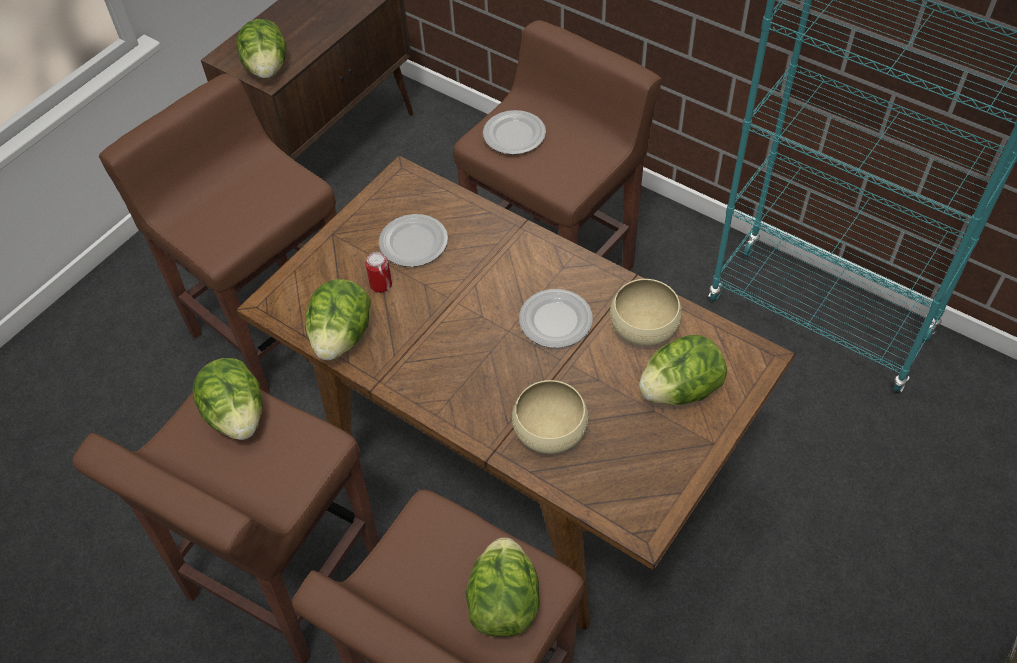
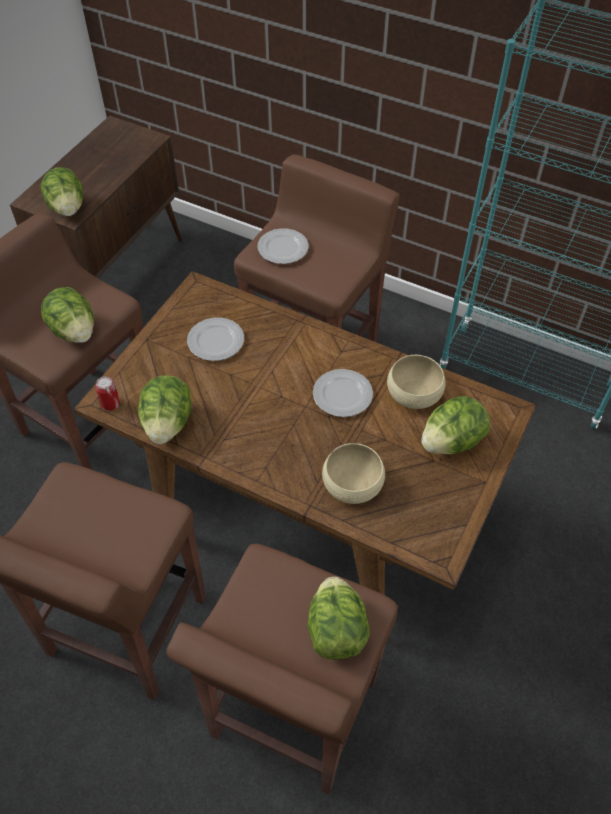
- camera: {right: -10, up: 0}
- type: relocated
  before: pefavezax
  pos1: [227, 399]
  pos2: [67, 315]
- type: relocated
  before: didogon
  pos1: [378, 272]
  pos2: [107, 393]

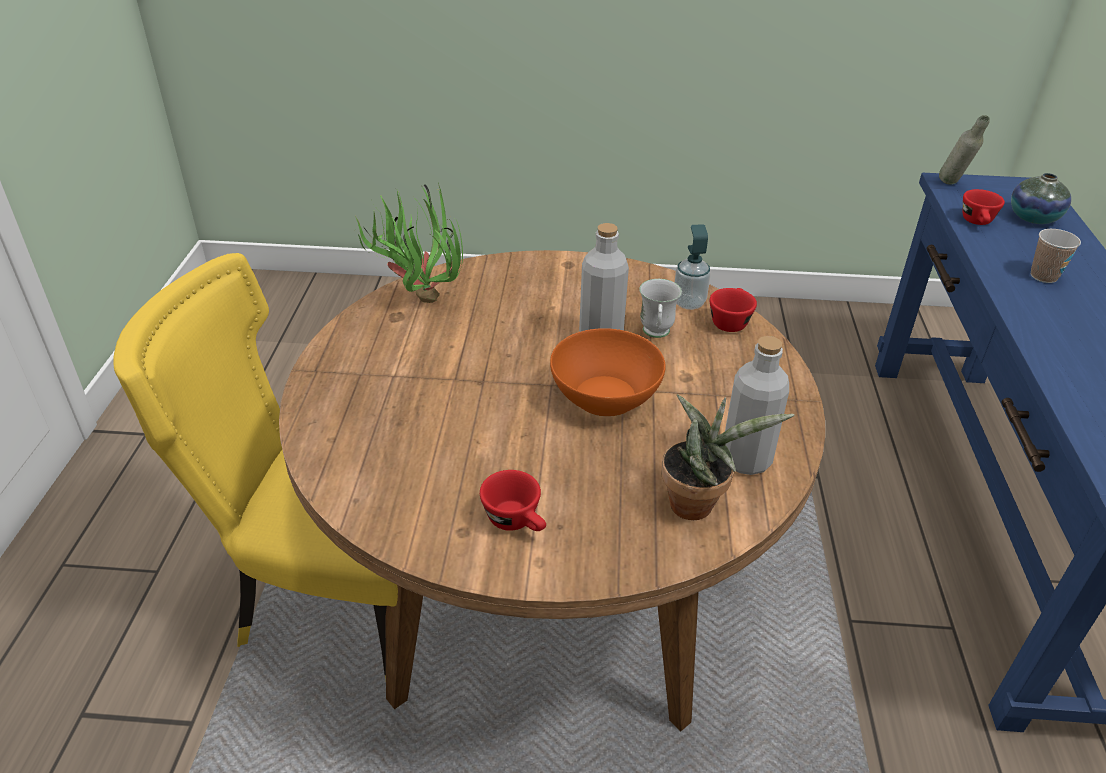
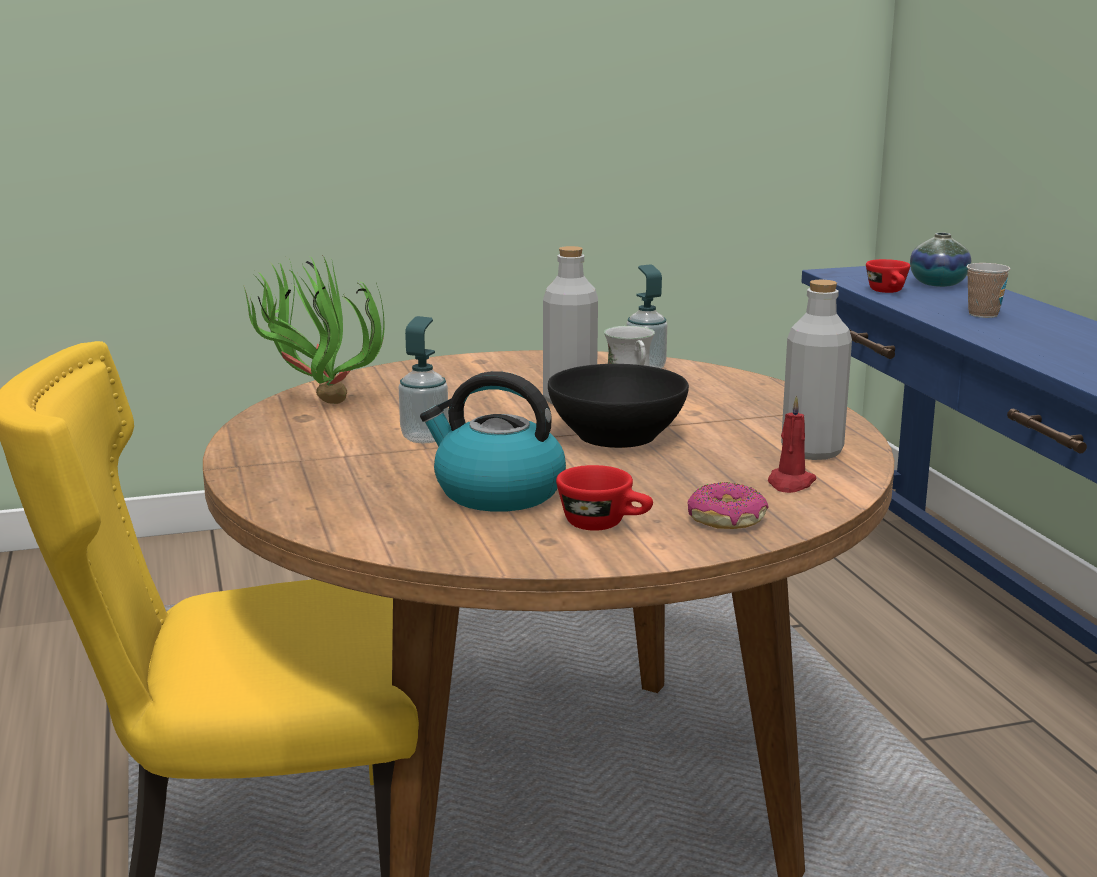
- camera: {right: -20, up: -20}
- type: colour
  before: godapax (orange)
  after: godapax (black)
  pos1: [608, 372]
  pos2: [618, 406]
- type: exchanged
  before: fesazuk
  after: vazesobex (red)
  pos1: [727, 457]
  pos2: [792, 444]
- type: missing
  before: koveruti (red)
  pos1: [733, 310]
- type: missing
  before: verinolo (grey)
  pos1: [964, 150]
- type: appeared
  after: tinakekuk
  pos2: [424, 379]
- type: appeared
  after: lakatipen
  pos2: [493, 441]
- type: appeared
  after: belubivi
  pos2: [728, 505]

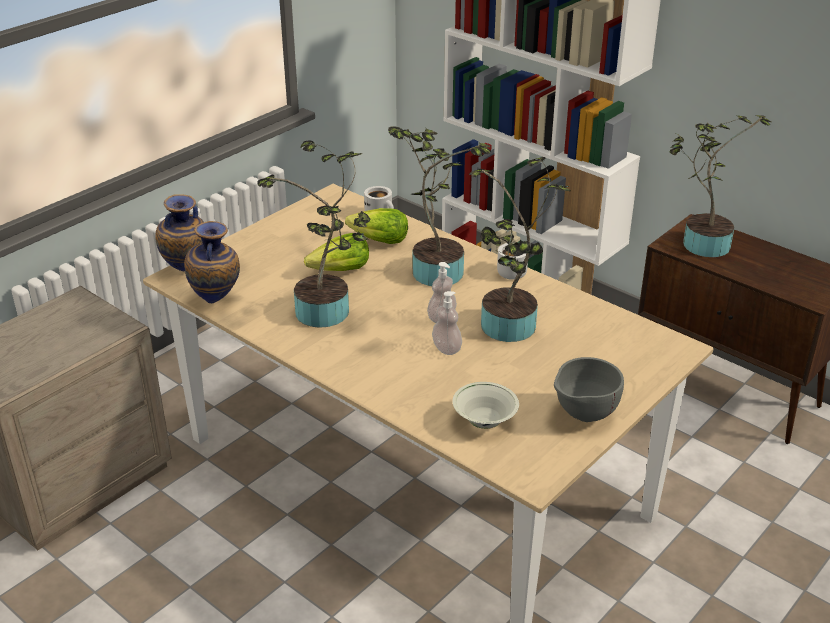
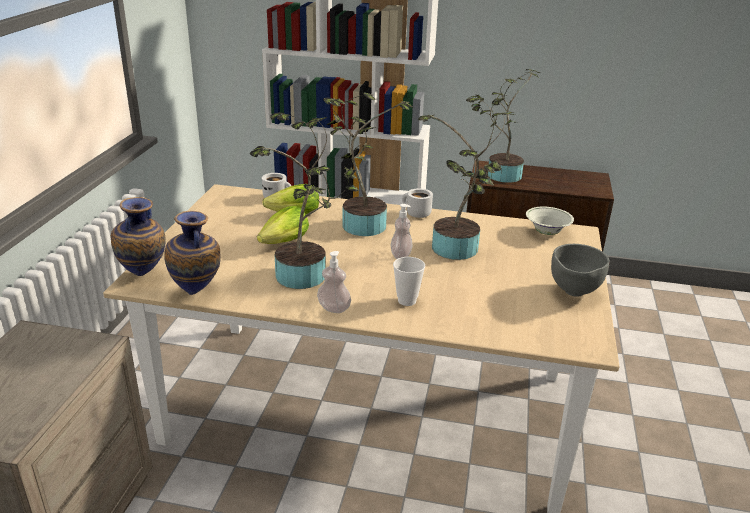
- camera: {right: -30, up: -5}
- type: relocated
  before: tinakekuk
  pos1: [447, 323]
  pos2: [334, 282]
- type: relocated
  before: godapax (white)
  pos1: [485, 405]
  pos2: [550, 221]
- type: appeared
  after: koveruti
  pos2: [409, 281]

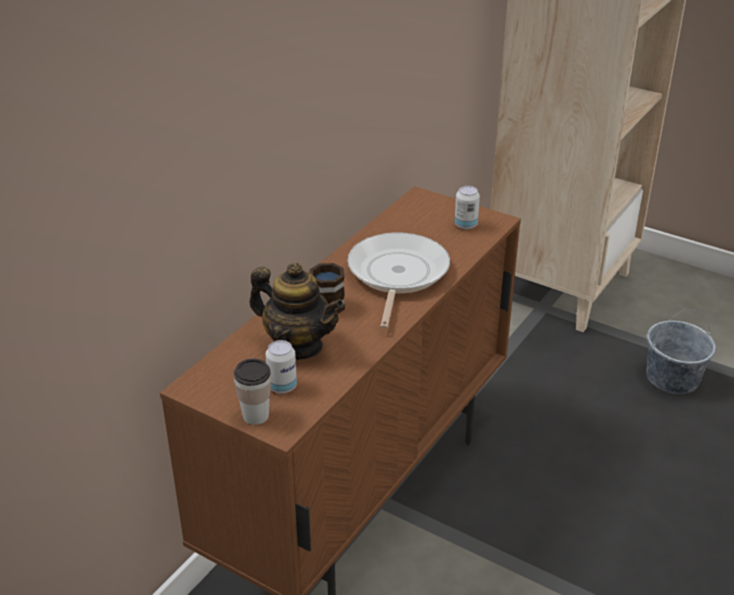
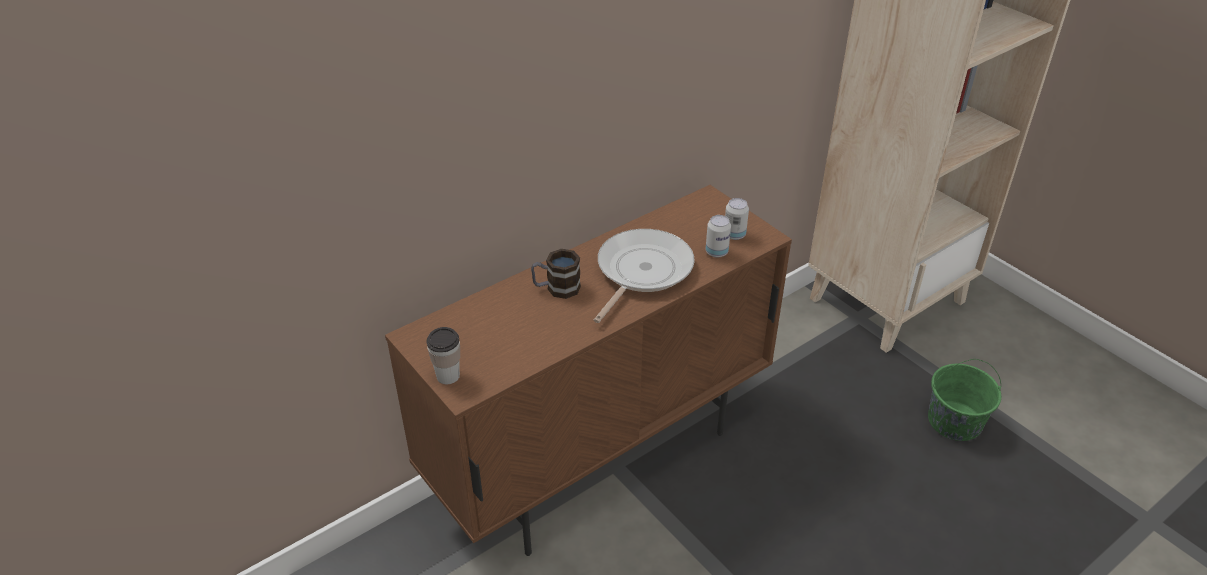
- camera: {right: 20, up: 5}
- type: missing
  before: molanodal
  pos1: [296, 311]
- type: relocated
  before: didogon
  pos1: [281, 367]
  pos2: [718, 236]
- type: colour
  before: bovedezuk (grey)
  after: bovedezuk (green)
  pos1: [681, 351]
  pos2: [964, 400]

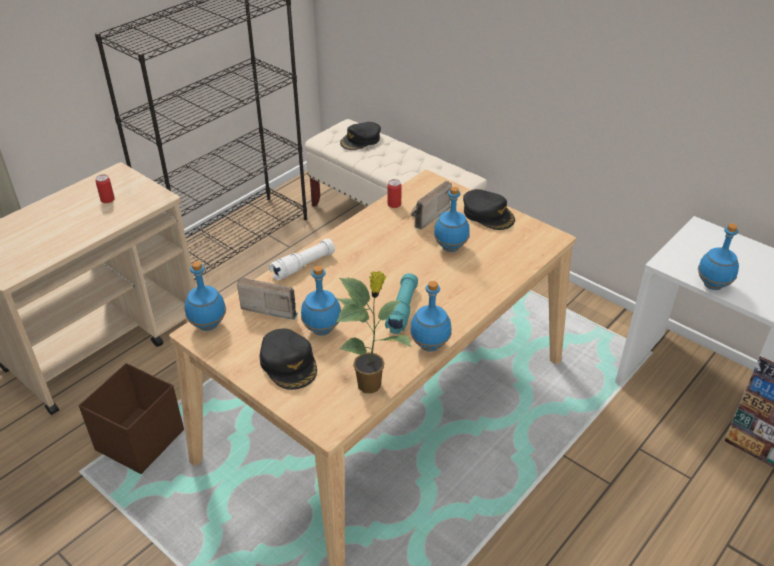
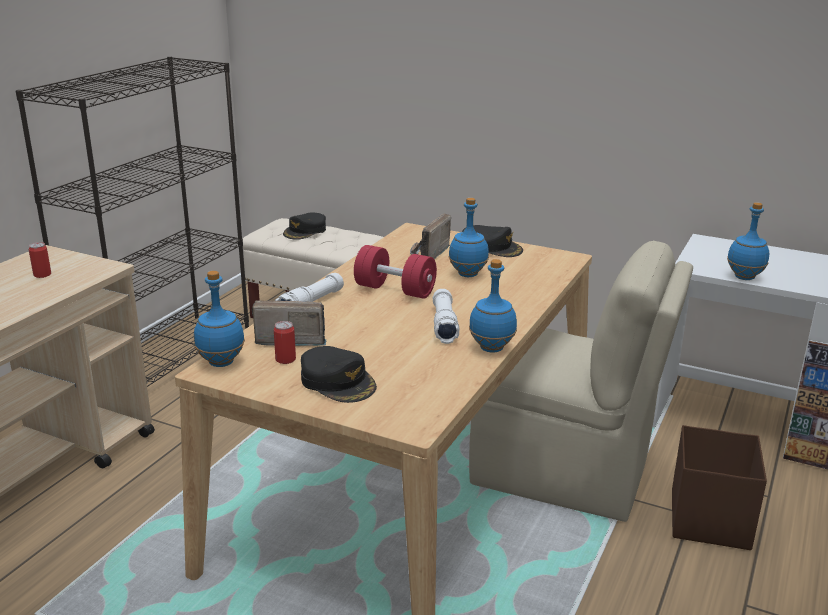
- camera: {right: -15, up: -15}
- type: relocated
  before: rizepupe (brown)
  pos1: [131, 418]
  pos2: [719, 487]
- type: missing
  before: verinolo (blue)
  pos1: [321, 301]
- type: missing
  before: fesazuk
  pos1: [374, 332]
- type: colour
  before: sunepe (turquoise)
  after: sunepe (white)
  pos1: [401, 303]
  pos2: [446, 316]
- type: relocated
  before: didogon
  pos1: [394, 193]
  pos2: [285, 342]
- type: appeared
  after: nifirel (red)
  pos2: [395, 272]
- type: appeared
  after: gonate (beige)
  pos2: [581, 381]

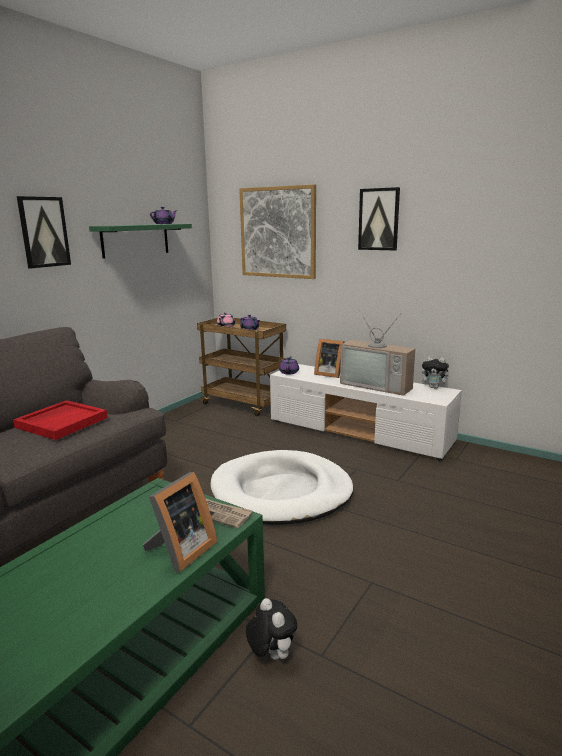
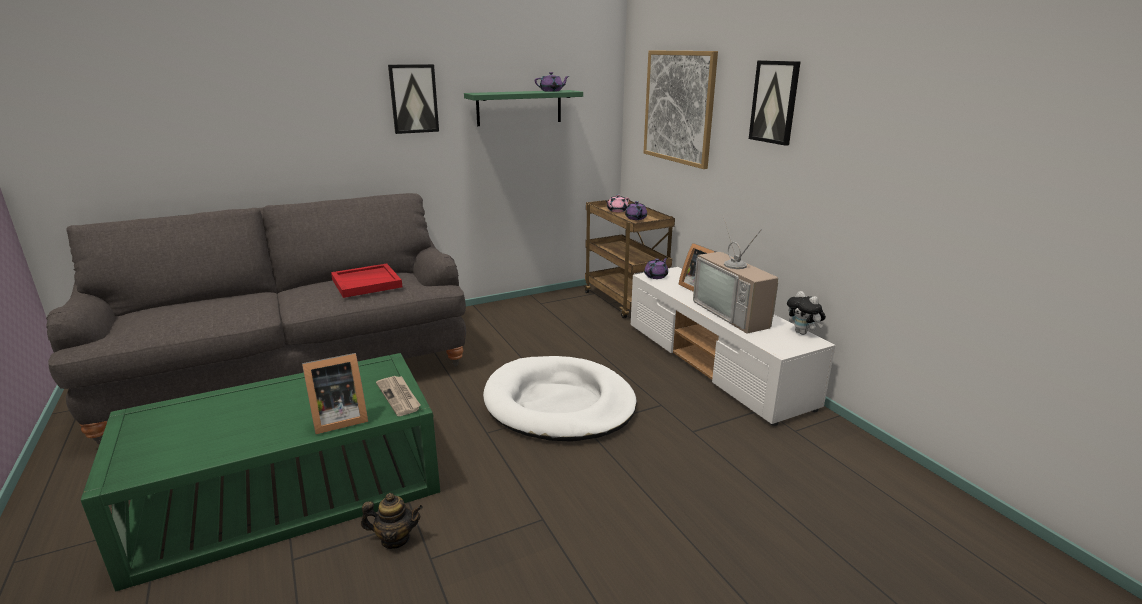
- camera: {right: 30, up: 5}
- type: exchanged
  before: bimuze
  after: molanodal
  pos1: [271, 629]
  pos2: [392, 521]

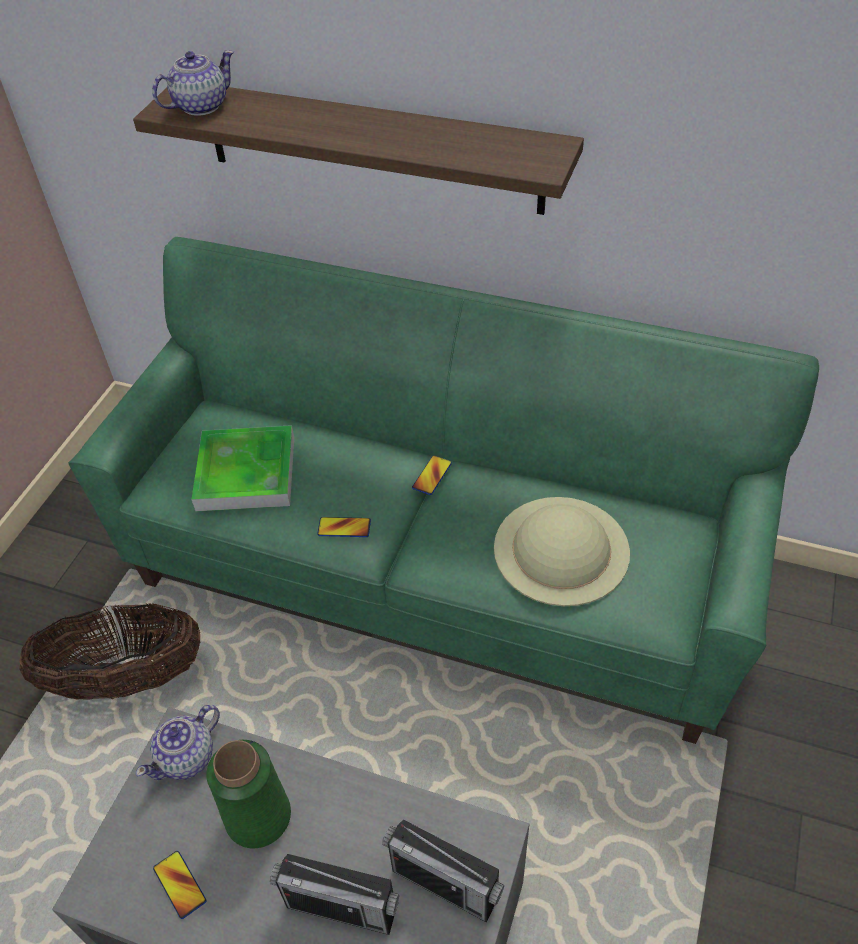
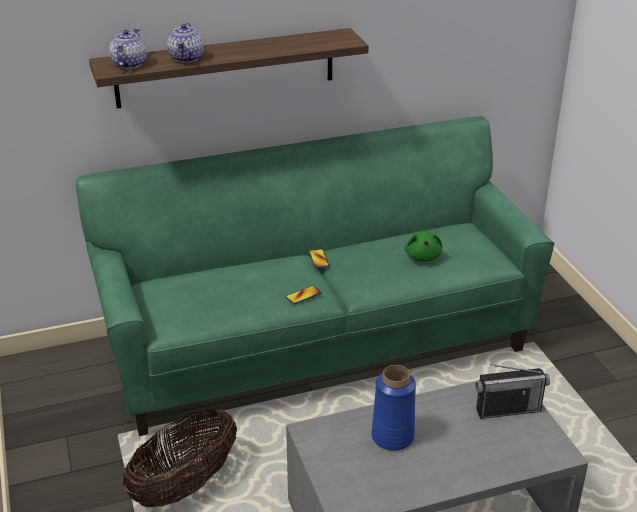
- camera: {right: -40, up: -15}
- type: relocated
  before: molanodal
  pos1: [178, 742]
  pos2: [185, 43]
- type: missing
  before: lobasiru
  pos1: [179, 885]
- type: missing
  before: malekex
  pos1: [242, 468]
- type: colour
  before: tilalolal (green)
  after: tilalolal (blue)
  pos1: [248, 794]
  pos2: [393, 408]
- type: missing
  before: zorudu
  pos1: [334, 894]
- type: exchanged
  before: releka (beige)
  after: bimuze (green)
  pos1: [562, 551]
  pos2: [423, 246]

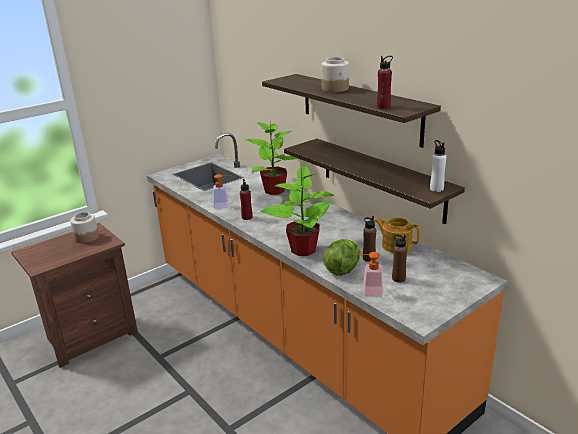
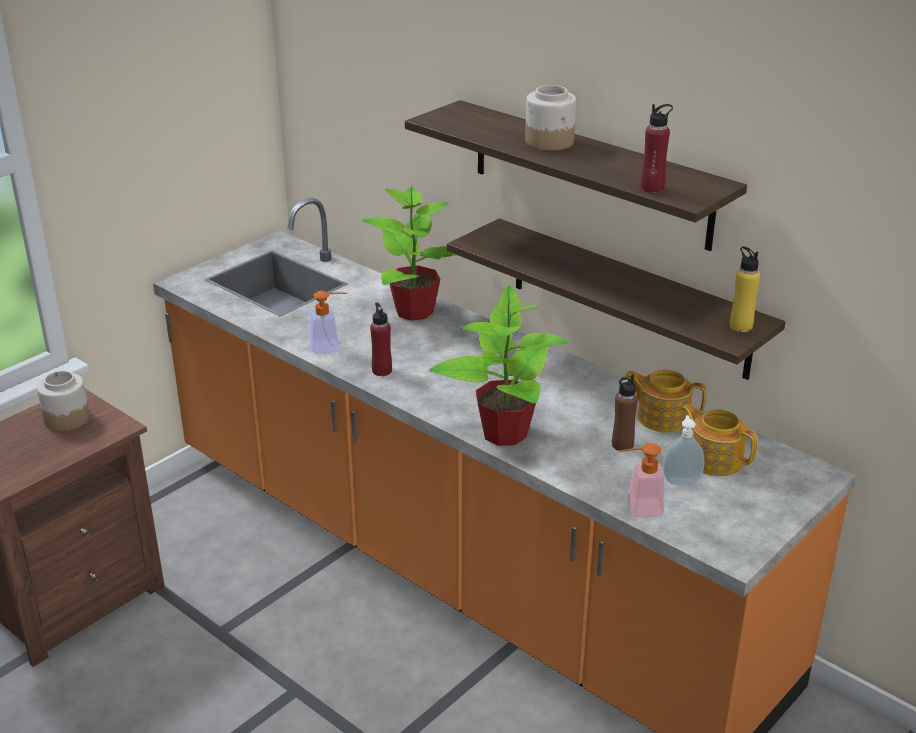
- camera: {right: -10, up: 5}
- type: missing
  before: pefavezax
  pos1: [341, 257]
- type: exchanged
  before: verinolo (brown)
  after: tinakekuk
  pos1: [399, 258]
  pos2: [683, 450]
- type: colour
  before: verinolo (white)
  after: verinolo (yellow)
  pos1: [438, 166]
  pos2: [745, 289]
- type: appeared
  after: molanodal
  pos2: [719, 440]

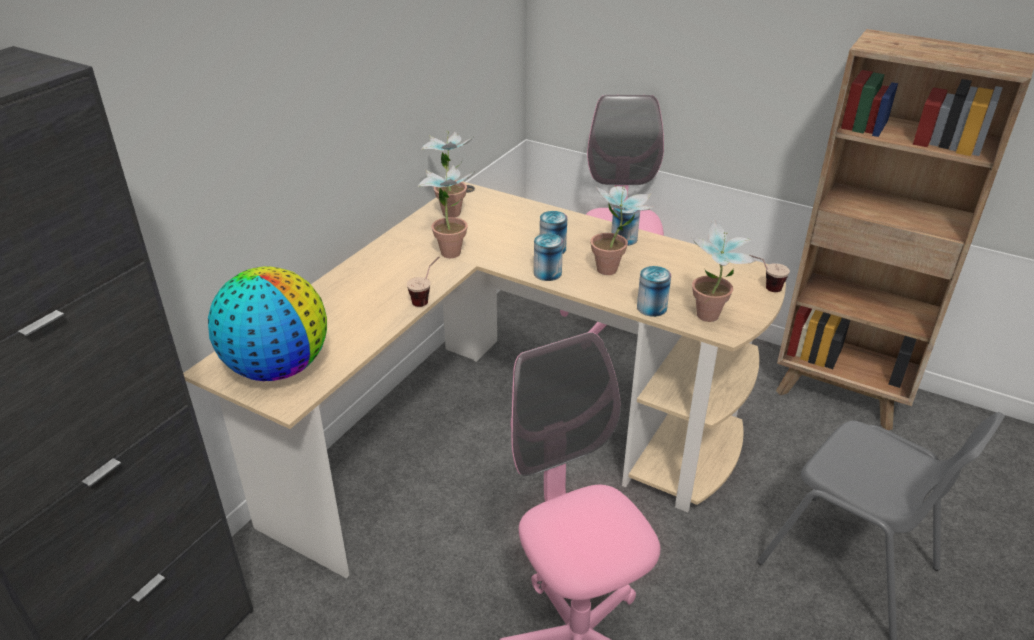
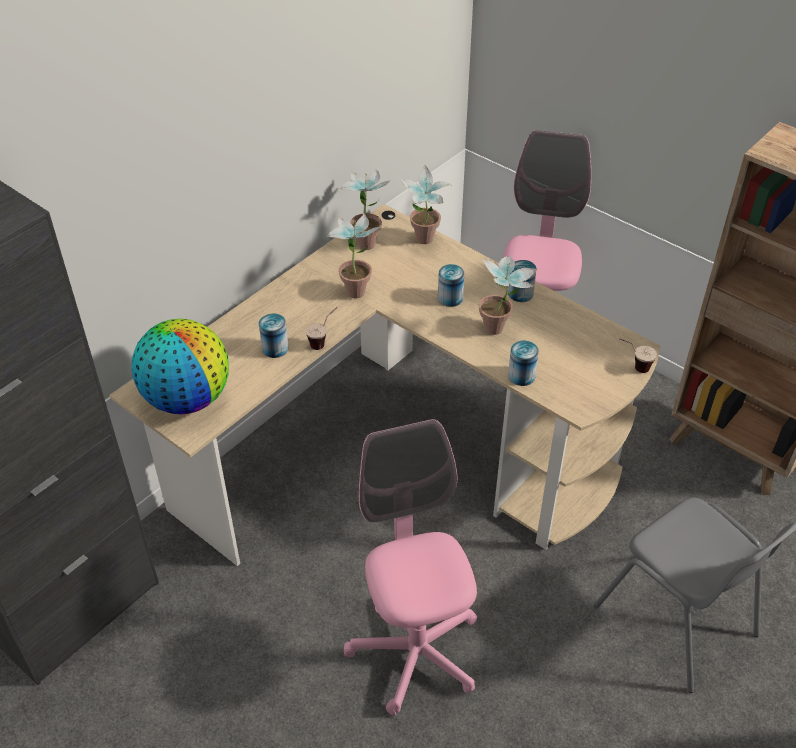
- camera: {right: 10, up: 10}
- type: relocated
  before: didogon
  pos1: [548, 257]
  pos2: [274, 336]
- type: relocated
  before: fesazuk
  pos1: [724, 270]
  pos2: [426, 204]

